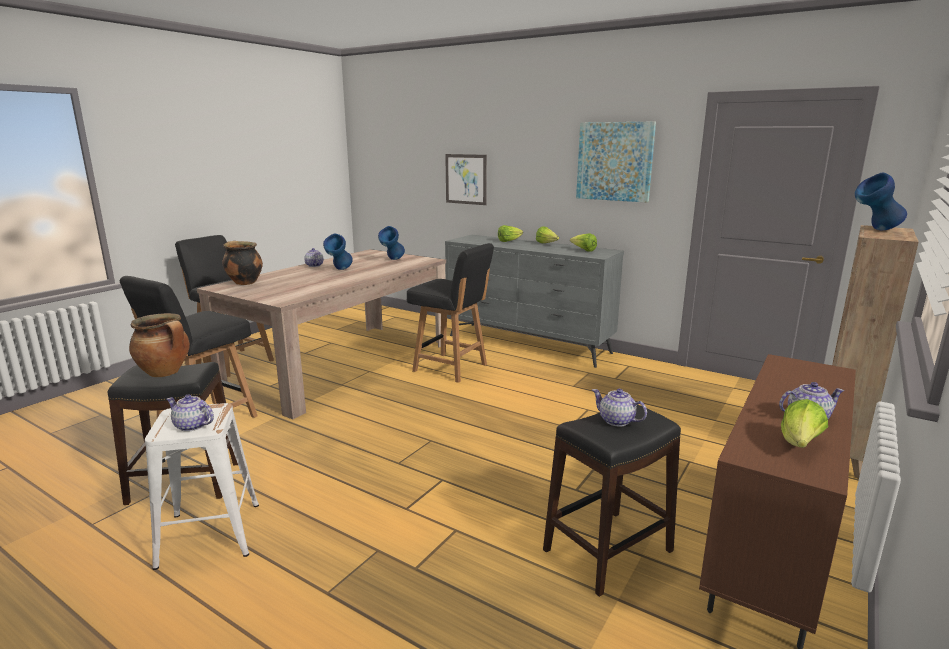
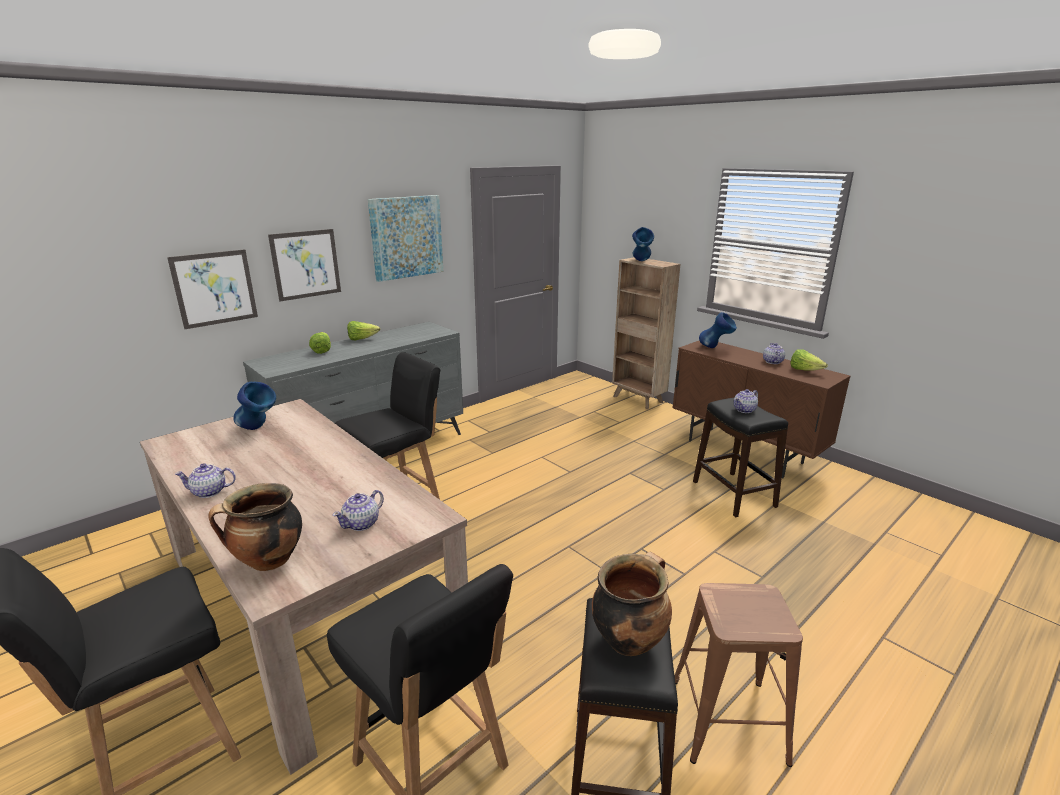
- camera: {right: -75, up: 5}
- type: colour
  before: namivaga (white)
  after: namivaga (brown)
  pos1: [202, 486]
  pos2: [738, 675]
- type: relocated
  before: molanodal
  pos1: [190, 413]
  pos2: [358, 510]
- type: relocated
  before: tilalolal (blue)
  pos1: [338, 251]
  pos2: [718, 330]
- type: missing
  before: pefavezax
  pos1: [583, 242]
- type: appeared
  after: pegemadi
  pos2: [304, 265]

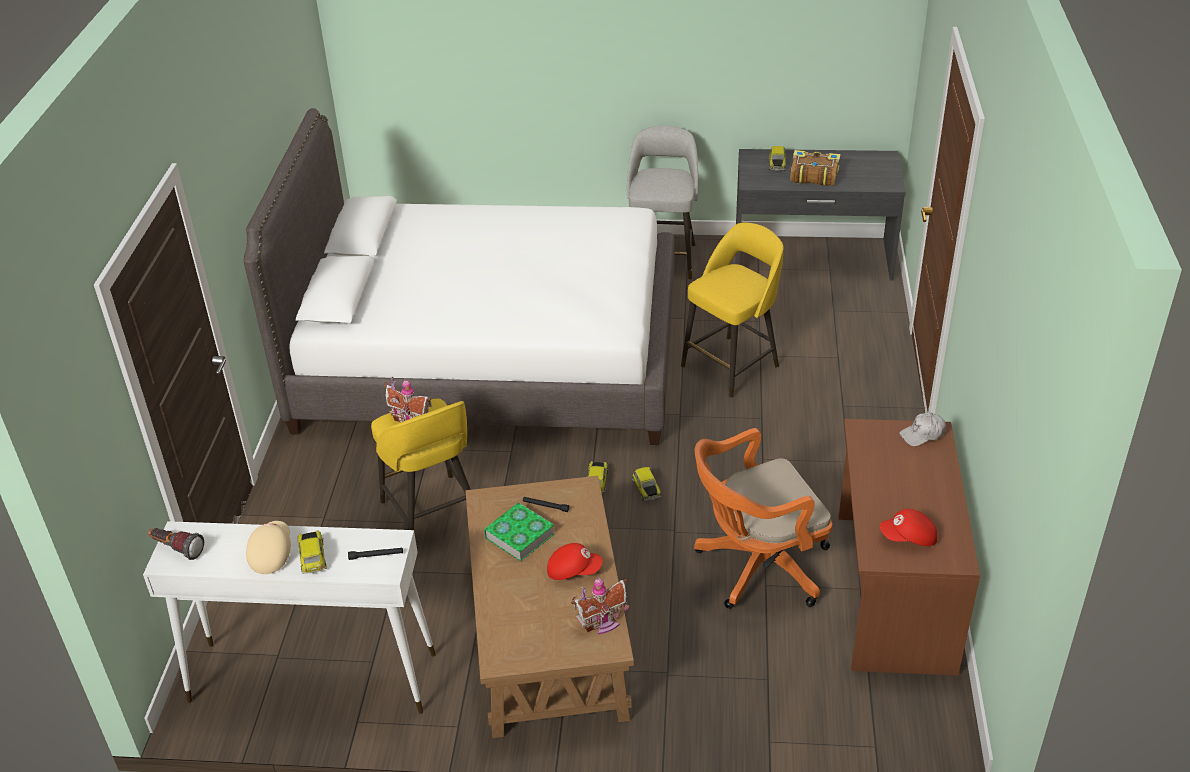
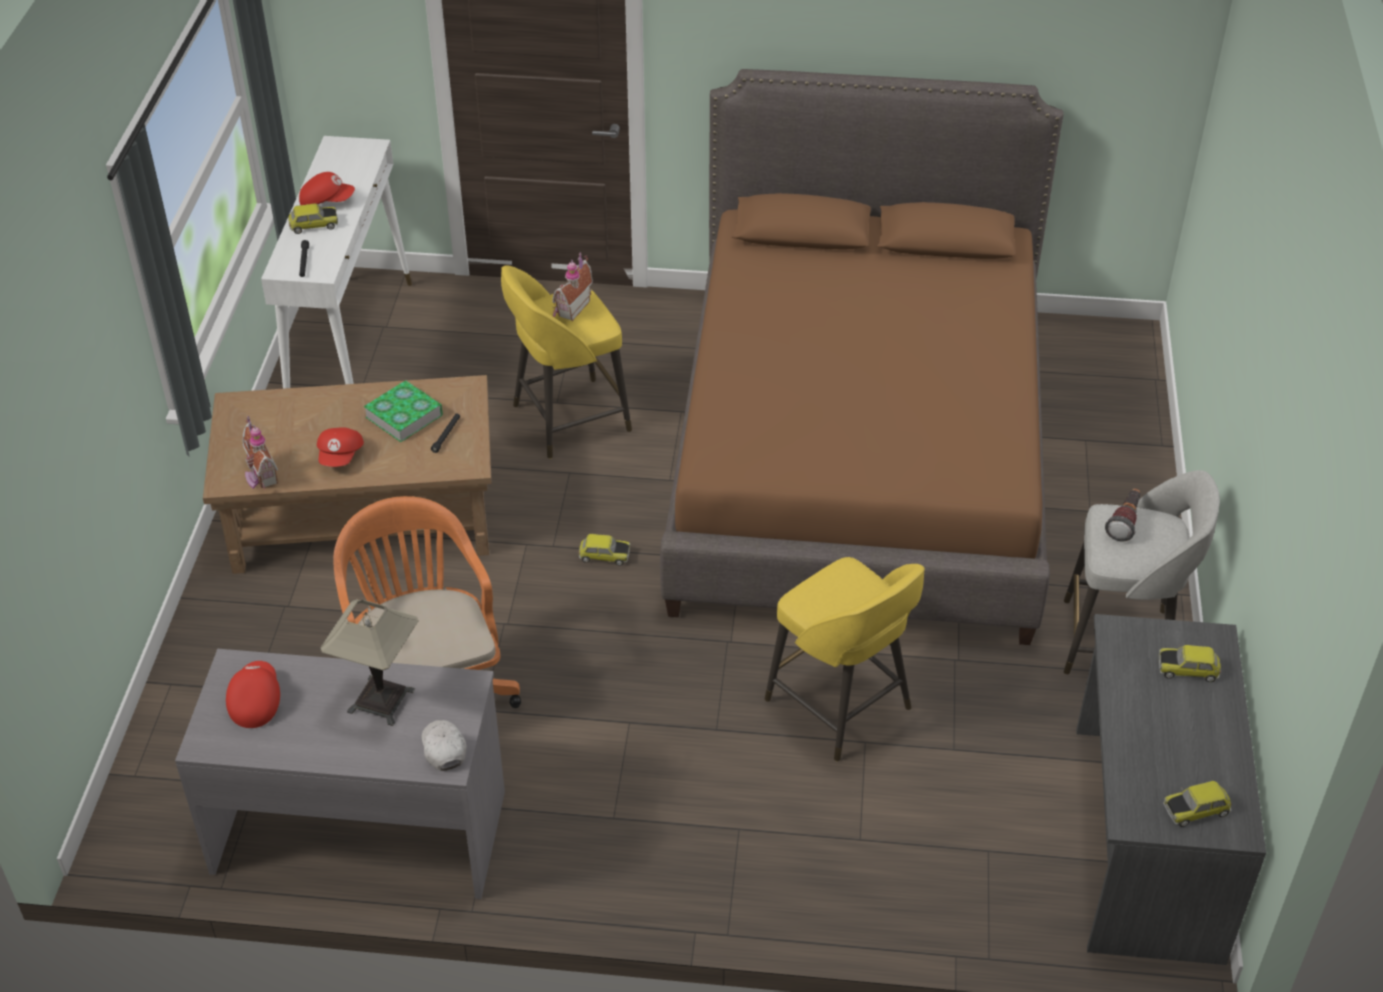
- camera: {right: 90, up: 5}
- type: relocated
  before: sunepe
  pos1: [176, 544]
  pos2: [1123, 515]
- type: colour
  before: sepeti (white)
  after: sepeti (brown)
  pos1: [459, 276]
  pos2: [862, 357]
- type: colour
  before: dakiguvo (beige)
  after: dakiguvo (red)
  pos1: [268, 547]
  pos2: [327, 188]
- type: relocated
  before: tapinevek
  pos1: [646, 484]
  pos2: [1197, 804]
- type: missing
  before: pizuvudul
  pos1: [815, 168]
- type: colour
  before: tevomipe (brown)
  after: tevomipe (grey)
  pos1: [909, 547]
  pos2: [340, 774]
- type: appeared
  after: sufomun
  pos2: [369, 662]

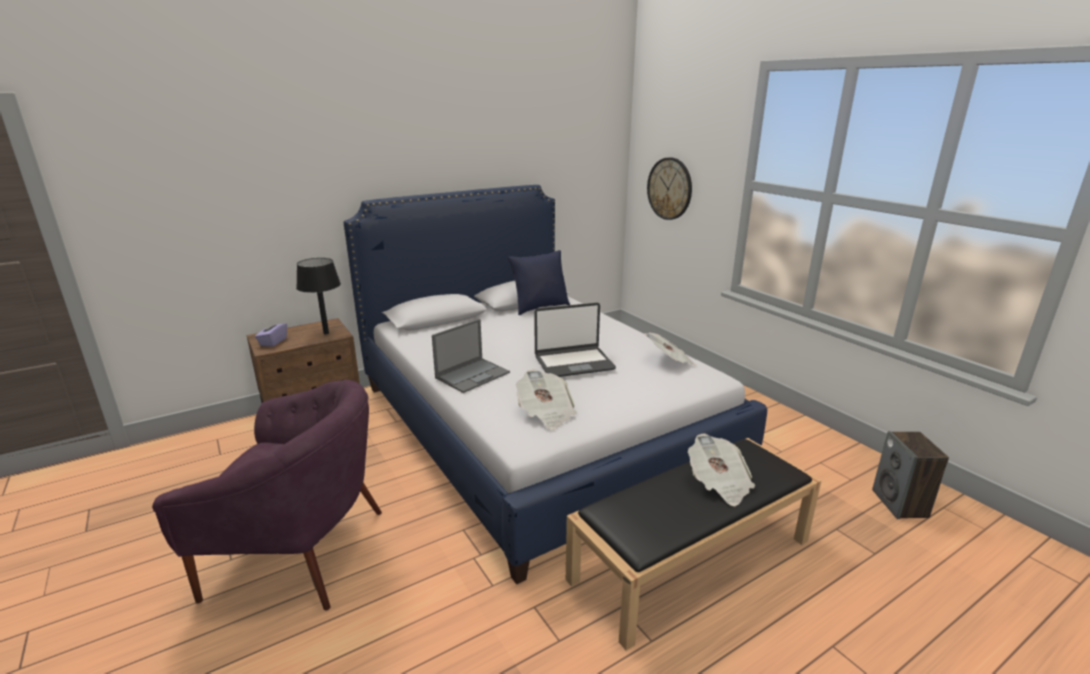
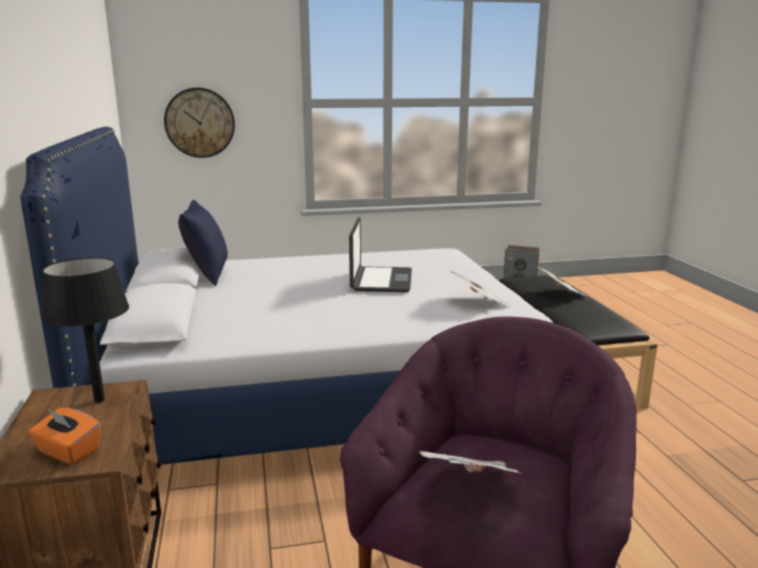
- camera: {right: -70, up: -5}
- type: colour
  before: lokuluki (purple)
  after: lokuluki (orange)
  pos1: [271, 333]
  pos2: [65, 436]
- type: missing
  before: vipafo
  pos1: [471, 356]
- type: relocated
  before: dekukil
  pos1: [670, 349]
  pos2: [470, 462]

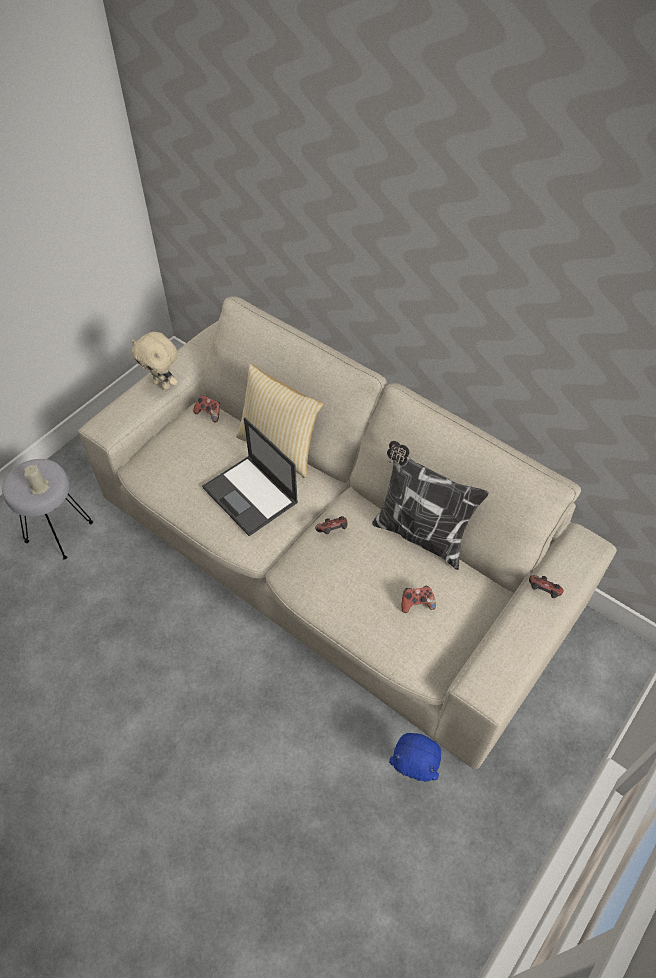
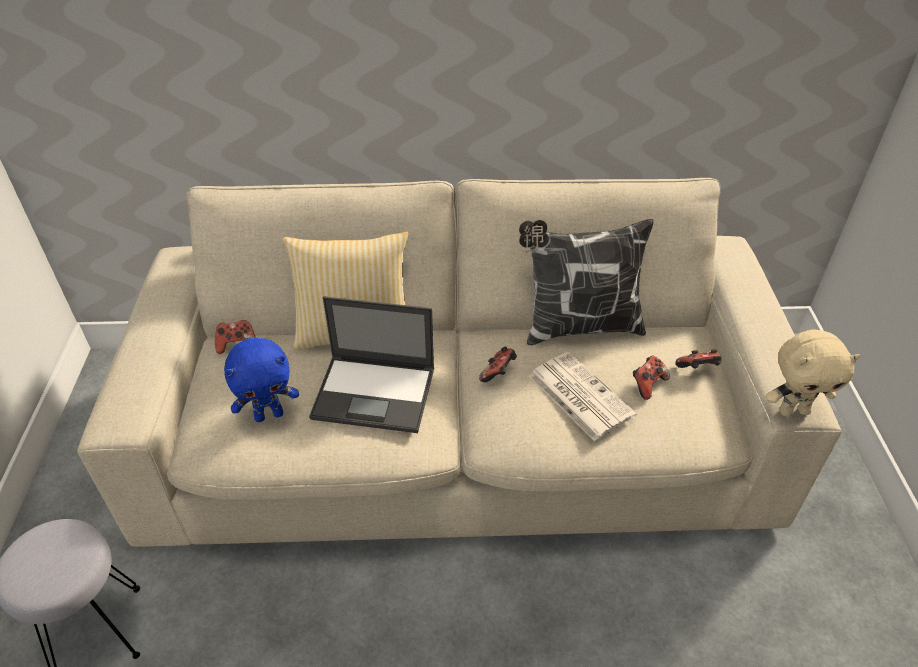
- camera: {right: -40, up: -10}
- type: missing
  before: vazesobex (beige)
  pos1: [37, 479]
- type: relocated
  before: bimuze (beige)
  pos1: [154, 361]
  pos2: [813, 372]
- type: relocated
  before: bimuze (blue)
  pos1: [415, 757]
  pos2: [261, 380]
- type: relocated
  before: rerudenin
  pos1: [546, 586]
  pos2: [698, 359]
- type: appeared
  after: dekukil
  pos2: [583, 396]

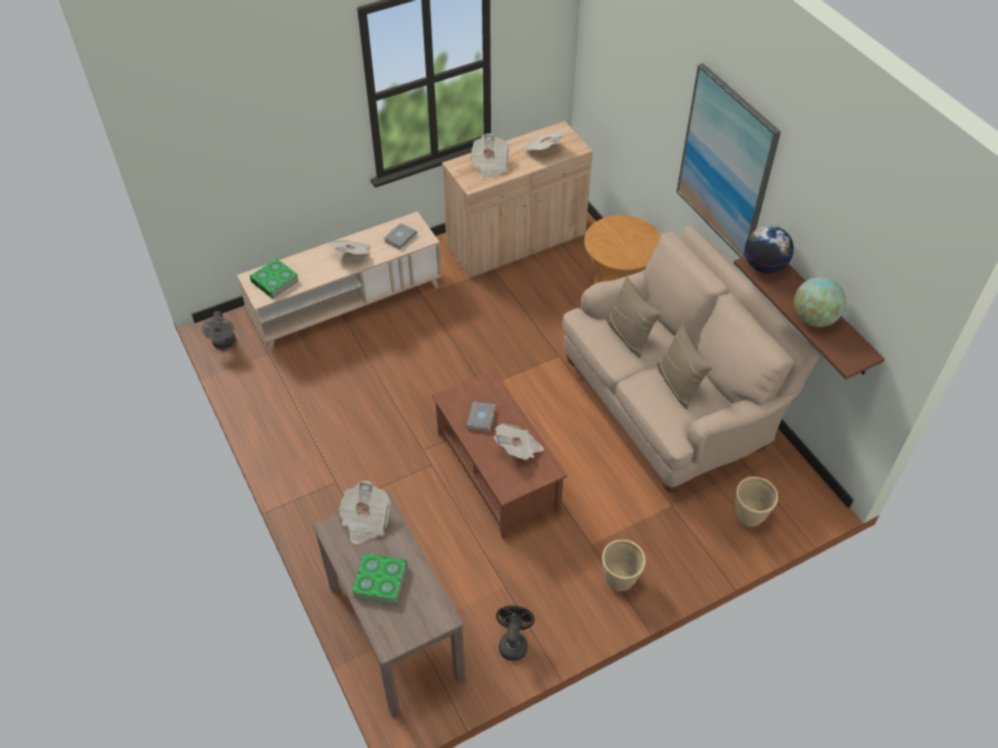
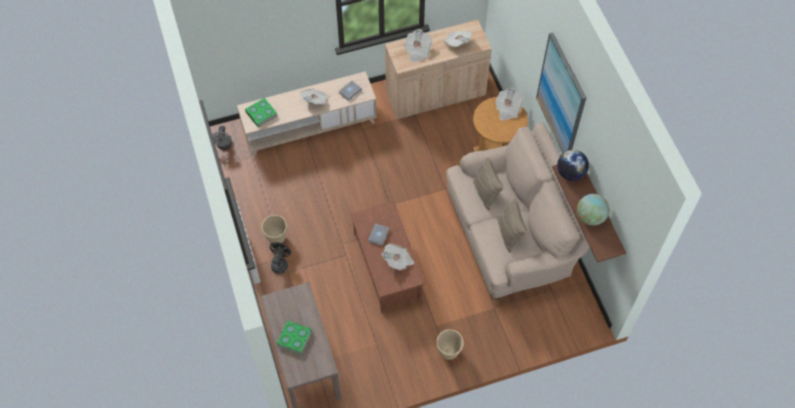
- camera: {right: 10, up: 10}
- type: relocated
  before: dekukil
  pos1: [364, 512]
  pos2: [509, 104]
- type: relocated
  before: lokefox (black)
  pos1: [515, 633]
  pos2: [280, 258]
- type: relocated
  before: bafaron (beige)
  pos1: [756, 502]
  pos2: [274, 229]

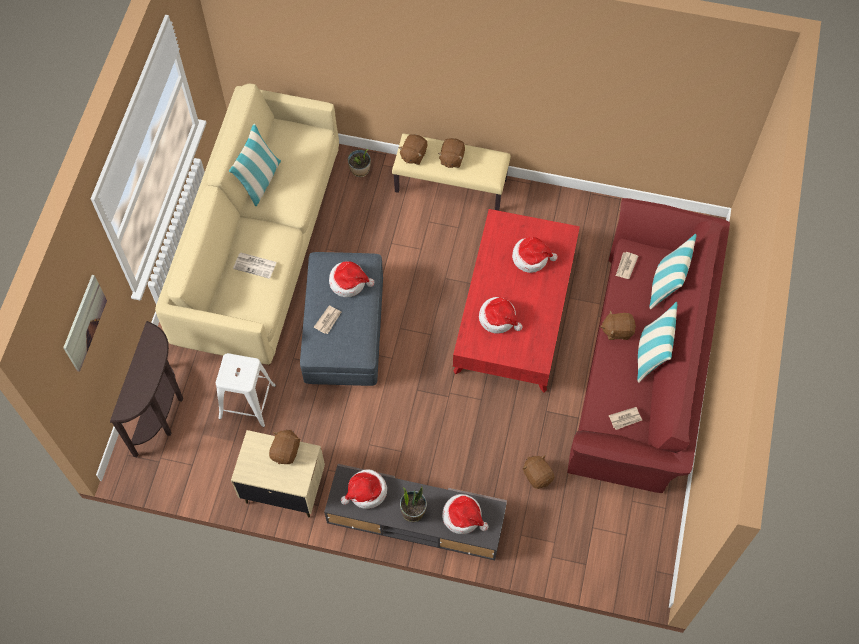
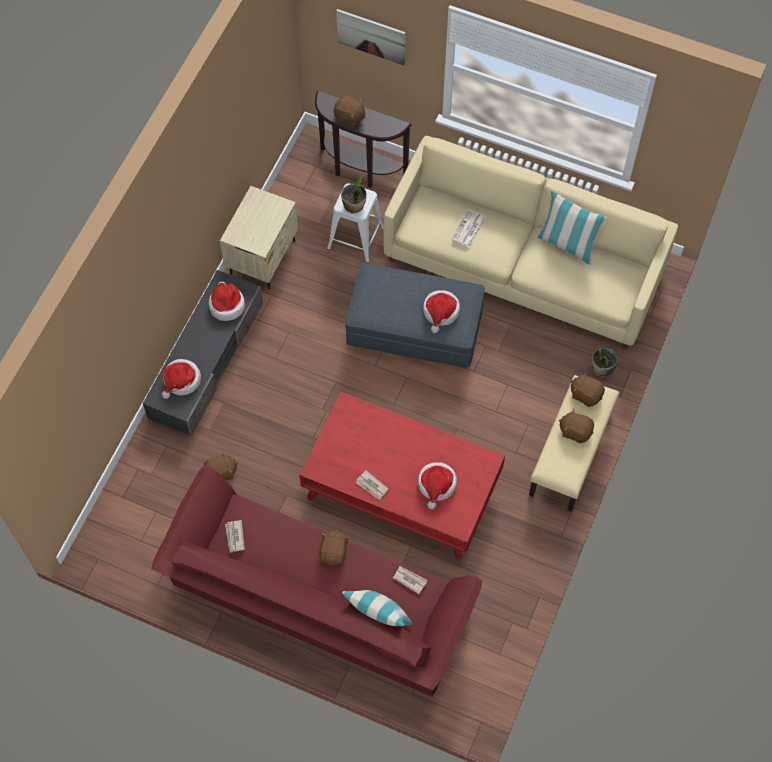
- camera: {right: 100, up: 0}
- type: relocated
  before: bimuze (brown)
  pos1: [285, 447]
  pos2: [350, 111]
- type: relocated
  before: dekukil
  pos1: [327, 319]
  pos2: [372, 485]
- type: relocated
  before: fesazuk
  pos1: [413, 504]
  pos2: [354, 194]
- type: missing
  before: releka
  pos1: [501, 315]
- type: missing
  before: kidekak
  pos1: [657, 342]

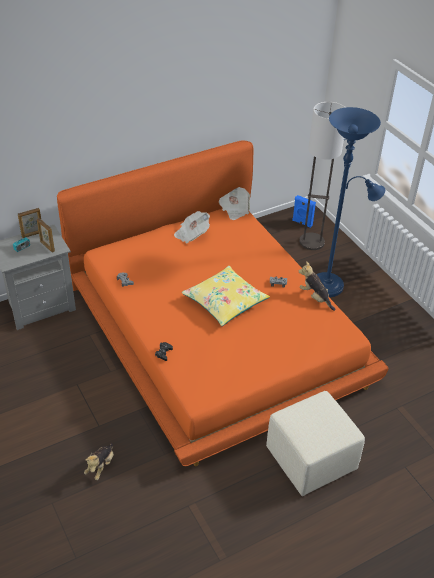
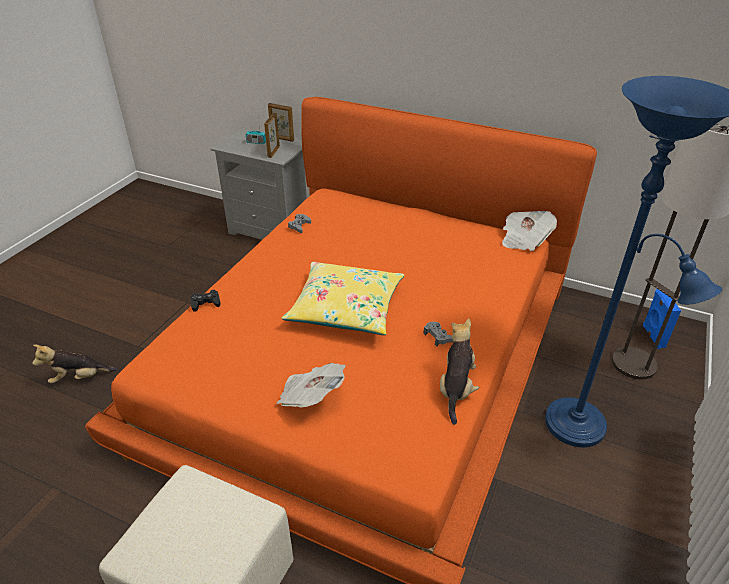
- camera: {right: 55, up: -5}
- type: relocated
  before: dekukil
  pos1: [192, 227]
  pos2: [310, 385]

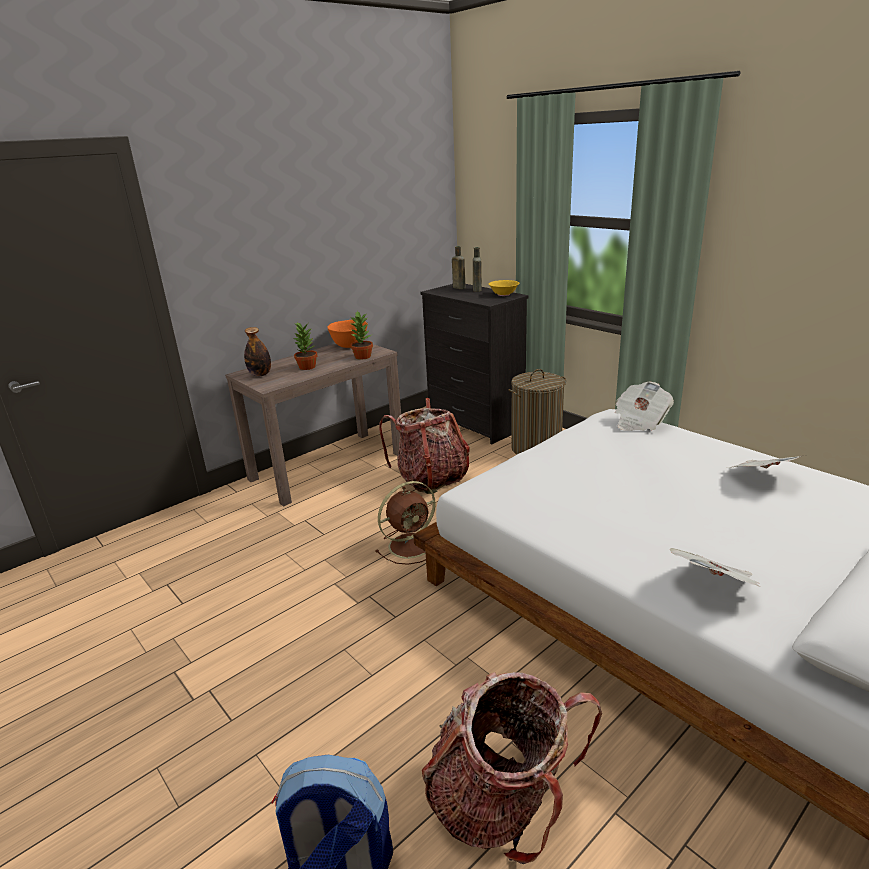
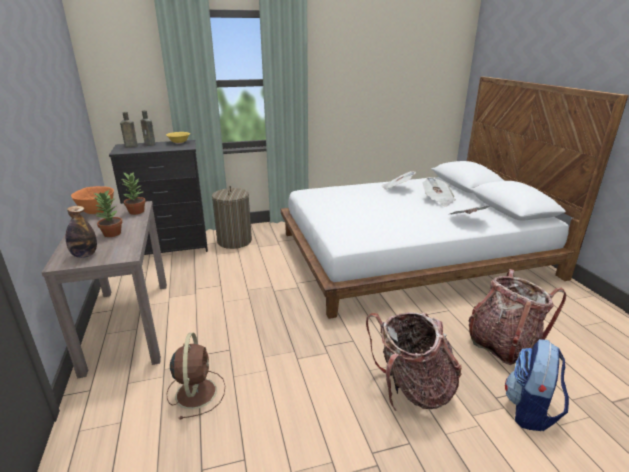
- camera: {right: -65, up: 0}
- type: relocated
  before: lokefox (brown)
  pos1: [405, 523]
  pos2: [195, 376]
- type: relocated
  before: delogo
  pos1: [424, 446]
  pos2: [414, 361]
- type: relocated
  before: dekukil
  pos1: [644, 406]
  pos2: [439, 192]

